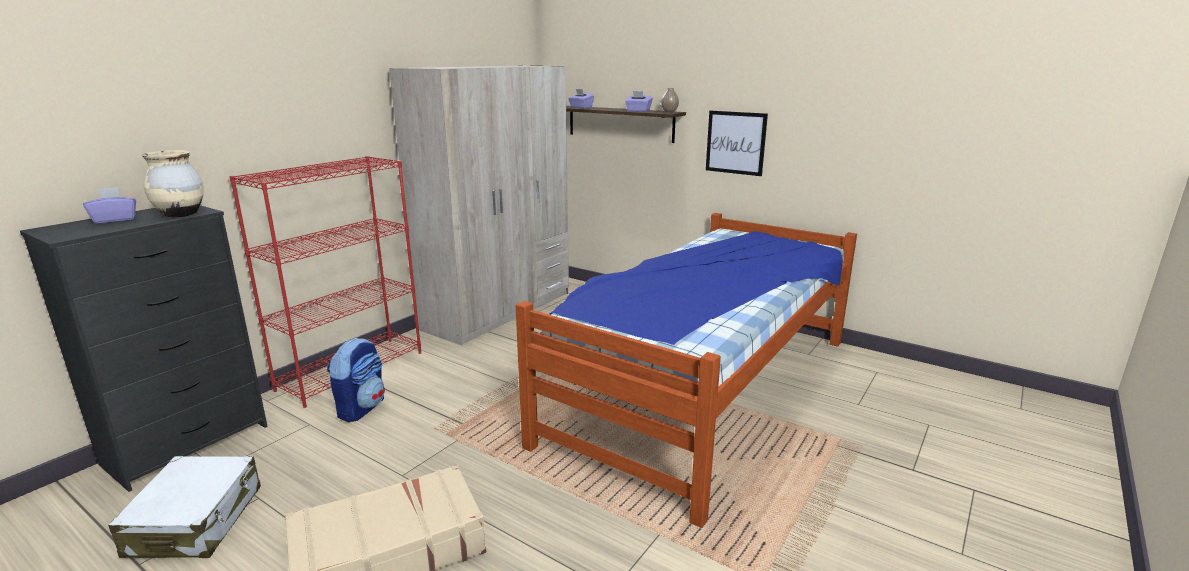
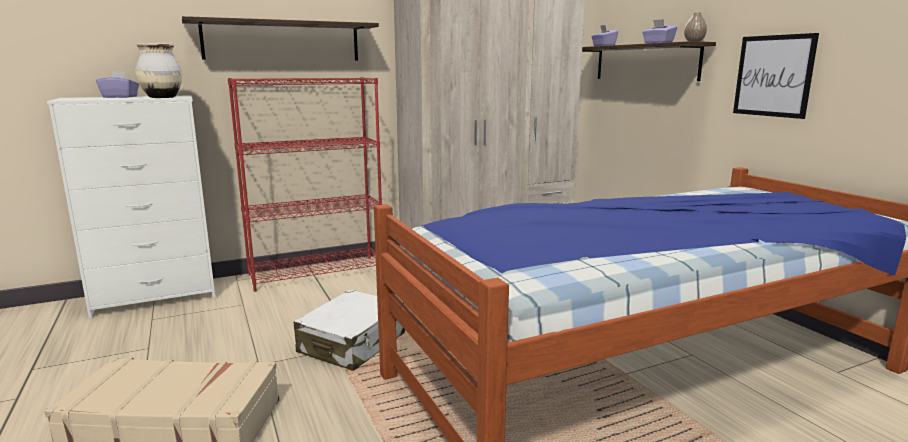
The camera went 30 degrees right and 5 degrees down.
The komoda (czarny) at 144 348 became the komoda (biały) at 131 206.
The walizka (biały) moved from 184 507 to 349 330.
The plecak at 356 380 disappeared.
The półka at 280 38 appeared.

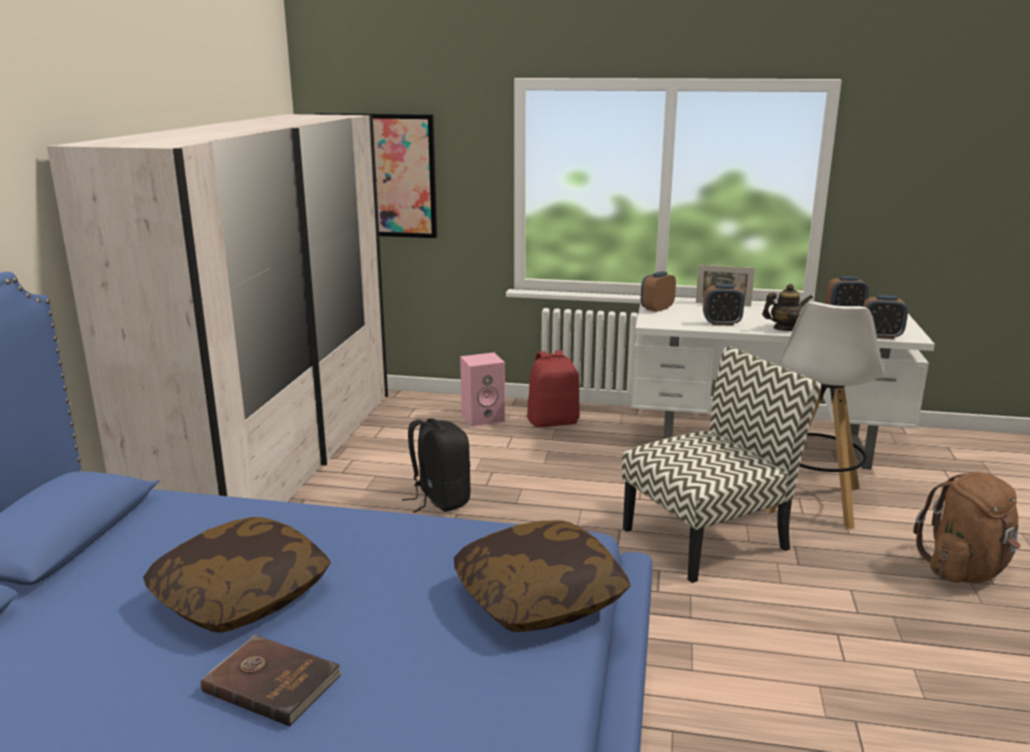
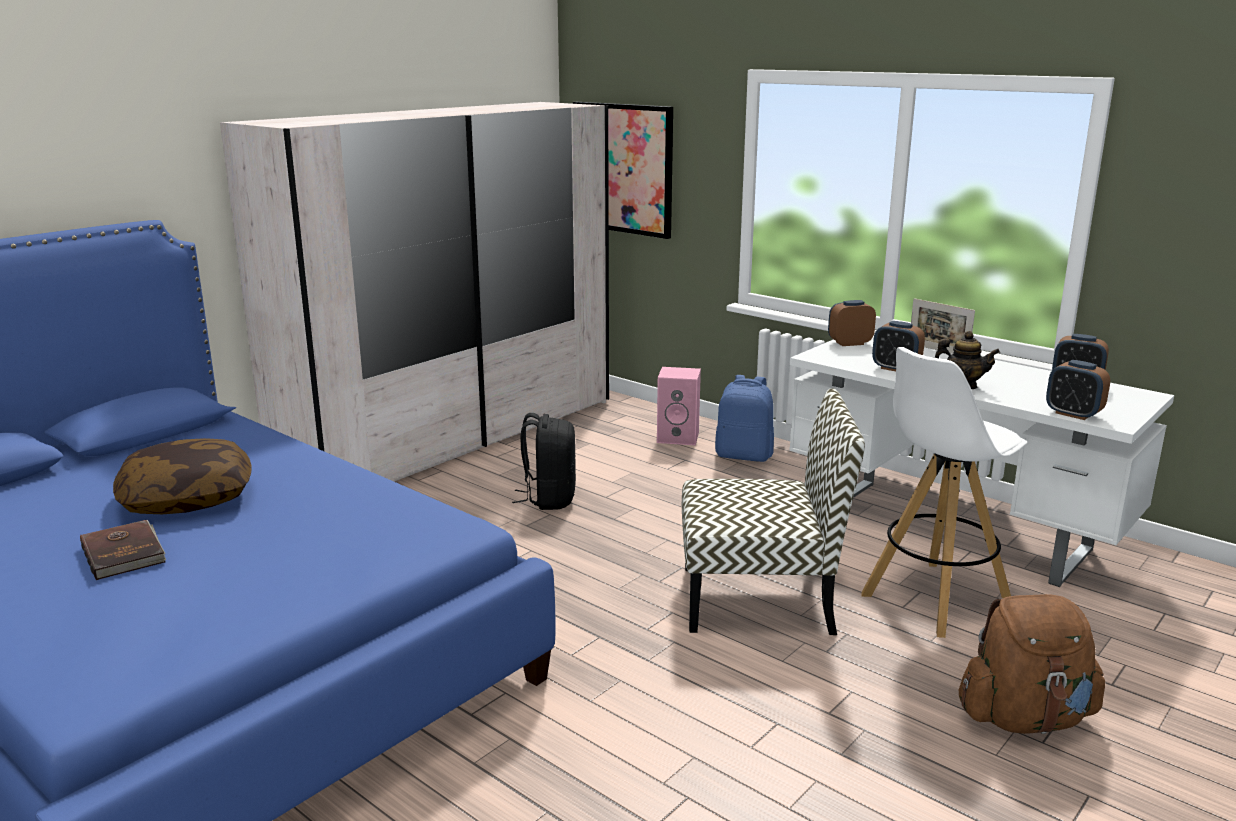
The camera went 30 degrees right and 0 degrees up.
The poduszka at 542 576 disappeared.
The plecak (czerwony) at 553 388 became the plecak (niebieski) at 744 418.

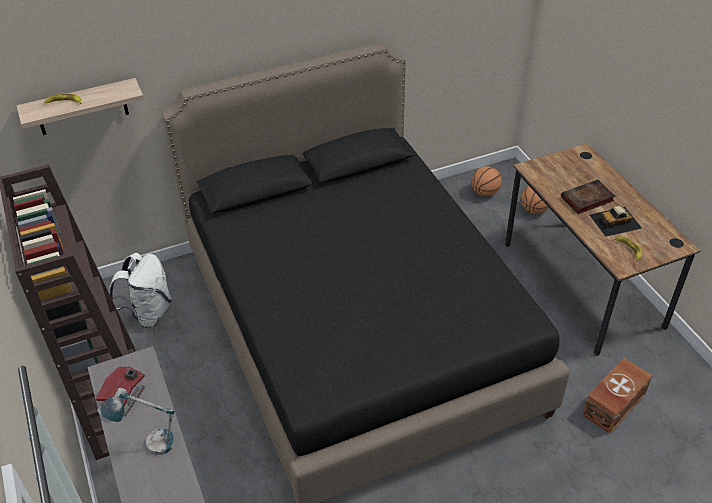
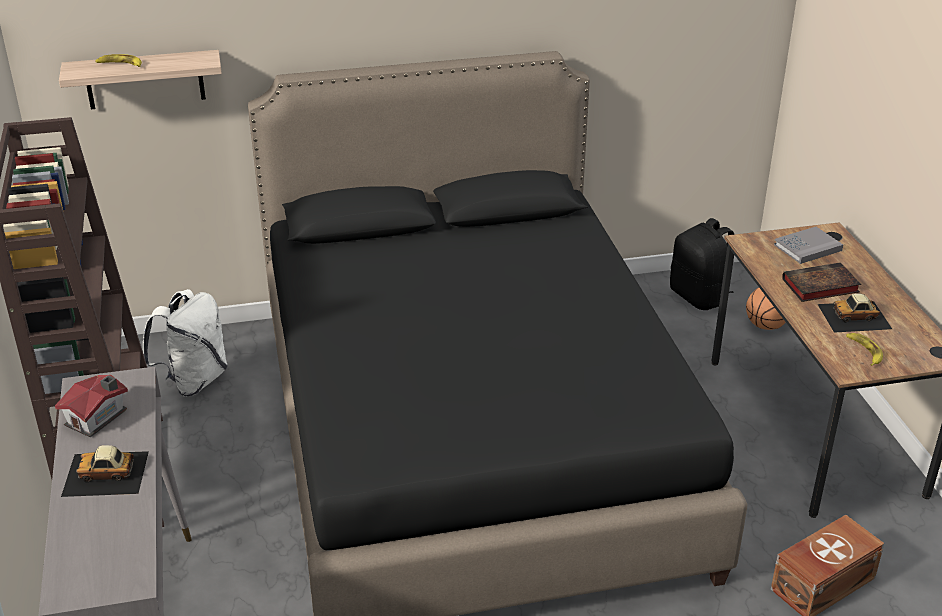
The camera went 10 degrees right and 10 degrees down.
The lampa stołowa at 136 421 was replaced by the samochodzik at 105 471.
The piłka do koszykówki at 486 181 was replaced by the plecak (czarny) at 702 264.
The książka (szary) at 808 245 appeared.

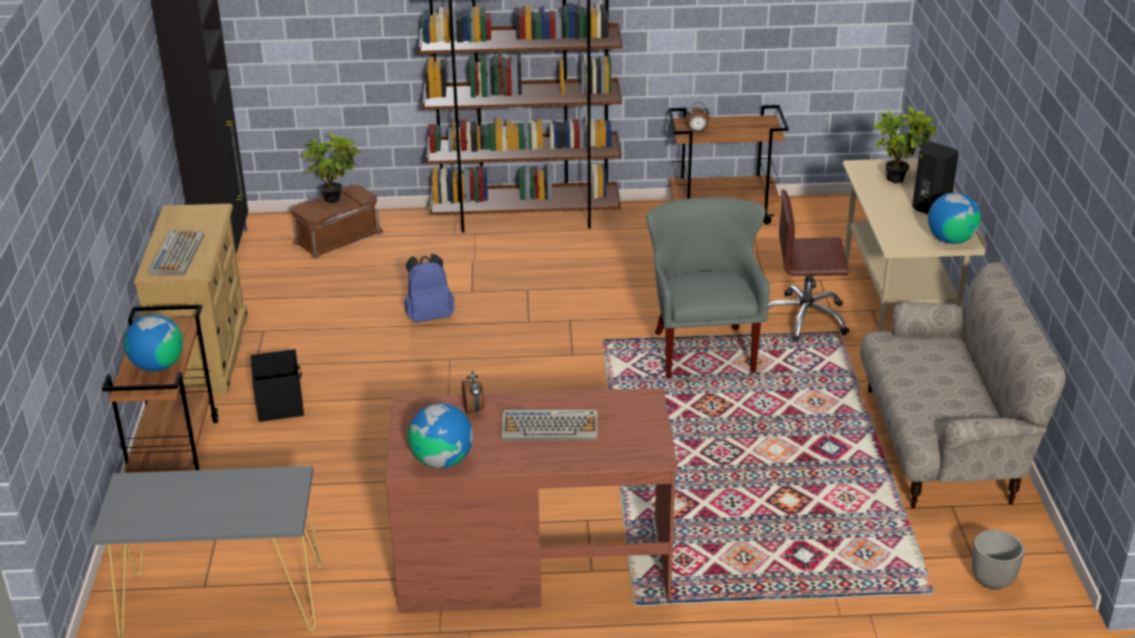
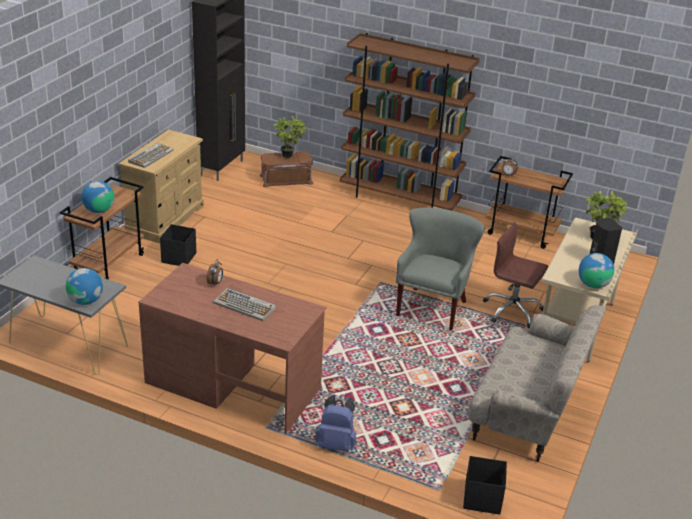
The camera went 25 degrees right and 0 degrees up.
The plecak (niebieski) moved from 430 287 to 336 423.
The globus moved from 440 435 to 84 286.
The donica at 998 560 was replaced by the pojemnik do przechowywania (czarny) at 485 485.

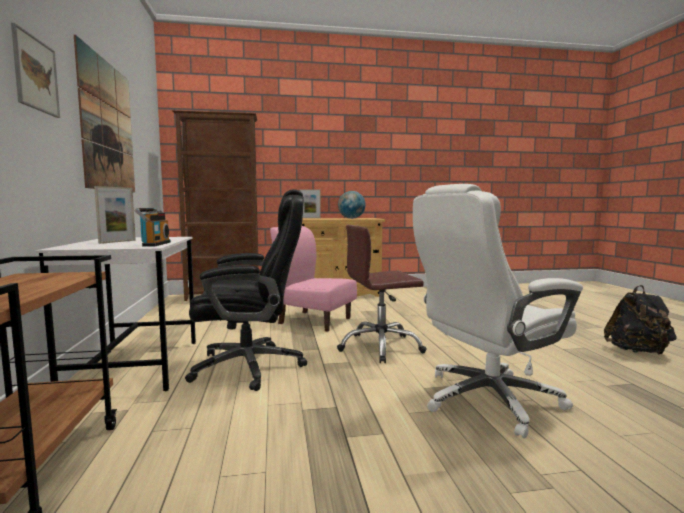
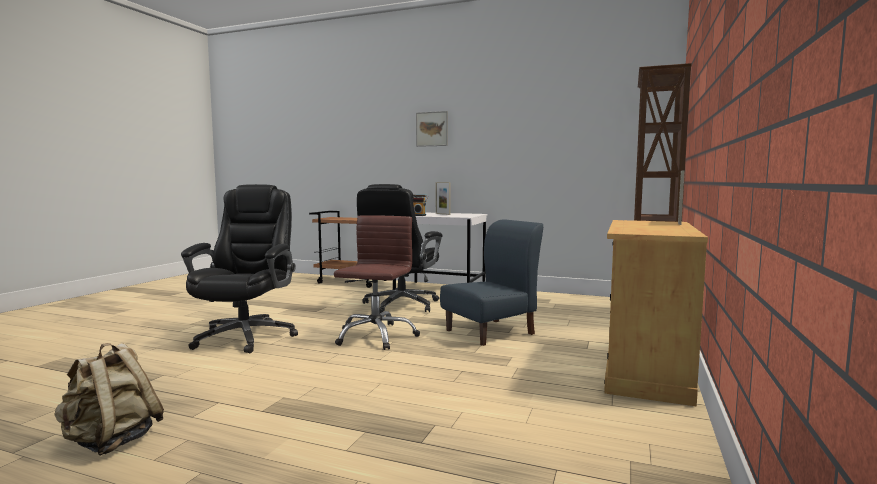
The camera went 120 degrees right and 0 degrees up.
The obraz at 104 114 disappeared.
The krzesło (różowy) at 313 279 became the krzesło (niebieski) at 491 282.
The globus at 352 205 disappeared.
The krzesło biurowe (biały) at 498 311 became the krzesło biurowe (czarny) at 239 268.
The plecak (czarny) at 640 319 became the plecak (beżowy) at 109 399.

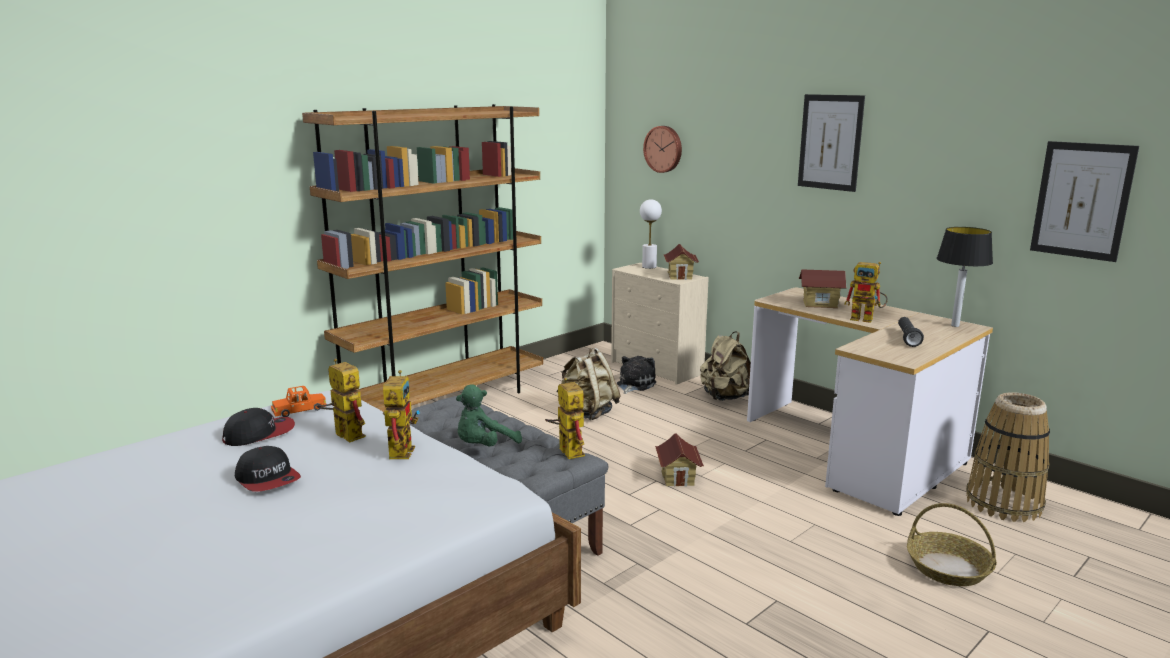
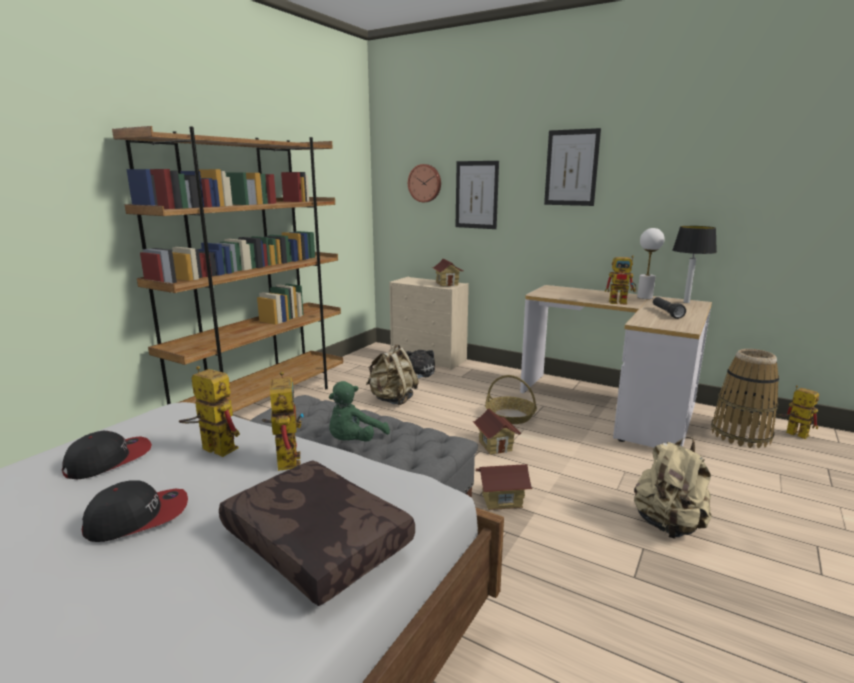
The camera went 15 degrees left and 0 degrees up.
The czapka z daszkiem at 268 469 turned 60 degrees counterclockwise.
The samochodzik (pomarańczowy) at 299 401 disappeared.
The robot zabawkowy moved from 565 418 to 798 412.
The lampa stołowa (biały) moved from 651 234 to 650 263.
The plecak (beżowy) moved from 725 366 to 673 488.
The domek moved from 823 288 to 504 487.
The koszyk moved from 952 544 to 511 399.
The obraz moved from 1084 201 to 477 195.
The poduszka (brązowy) at 317 533 appeared.

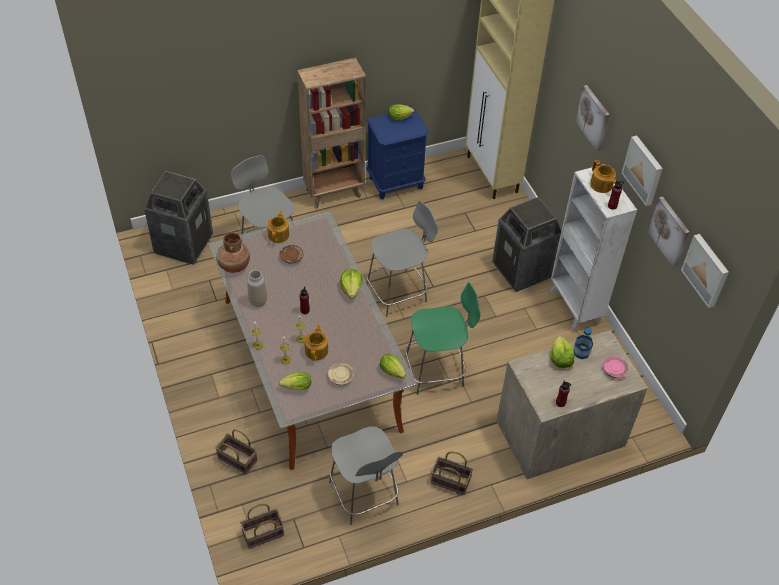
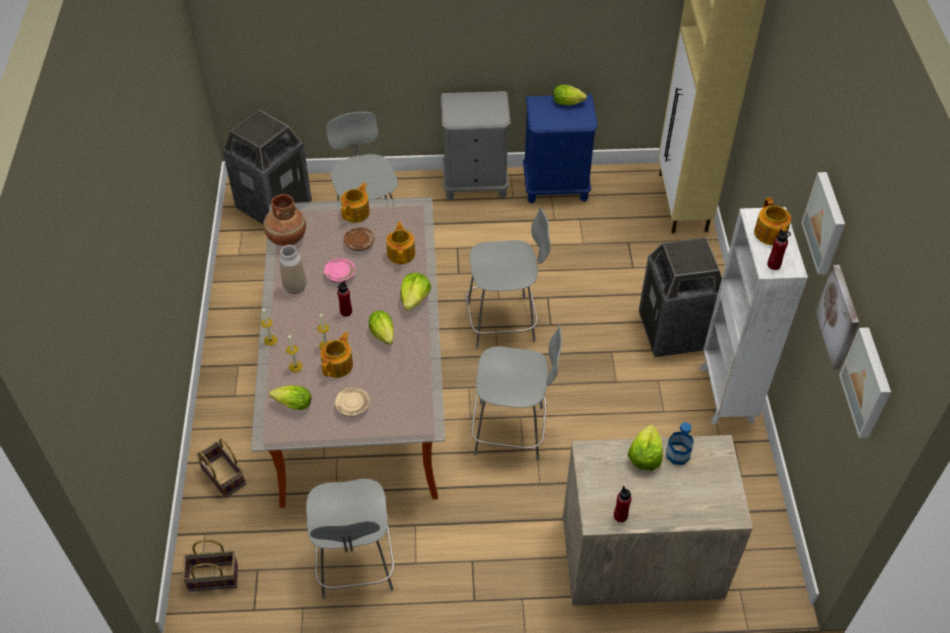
The camera went 20 degrees right and 0 degrees up.
The regał (brązowy) at 331 133 was replaced by the szafka nocna (szary) at 476 145.
The sałata moved from 393 366 to 381 327.
The krzesło (zielony) at 442 338 became the krzesło (szary) at 516 392.
The koszyk at 452 473 disappeared.
The obraz at 593 118 disappeared.
The talerz (różowy) moved from 616 367 to 340 270.
The imbryk at 400 242 appeared.

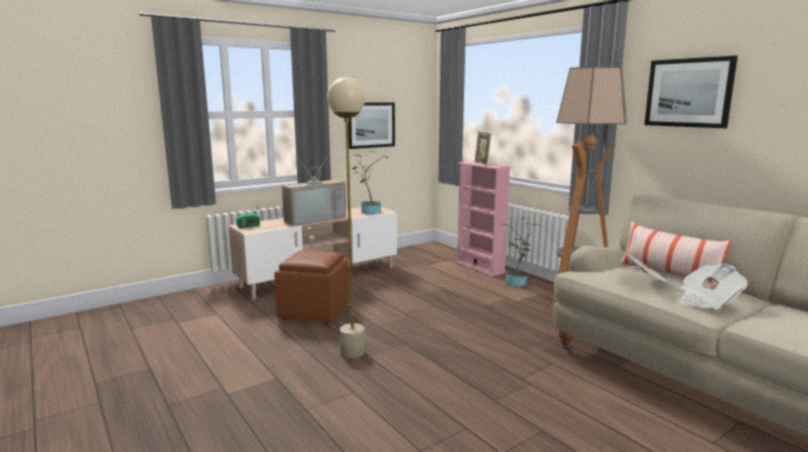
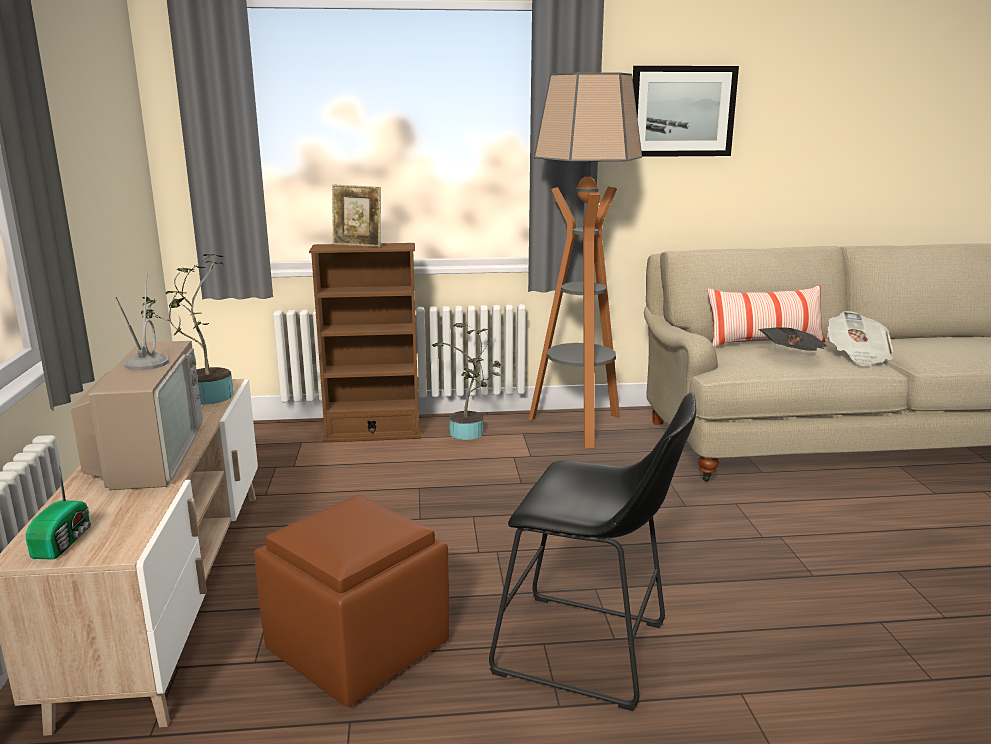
The camera went 60 degrees left and 5 degrees up.
The lampa stojąca (beżowy) at 346 217 was replaced by the stołek (czarny) at 592 551.
The obraz at 371 125 disappeared.
The regał (różowy) at 483 219 became the regał (brązowy) at 365 342.

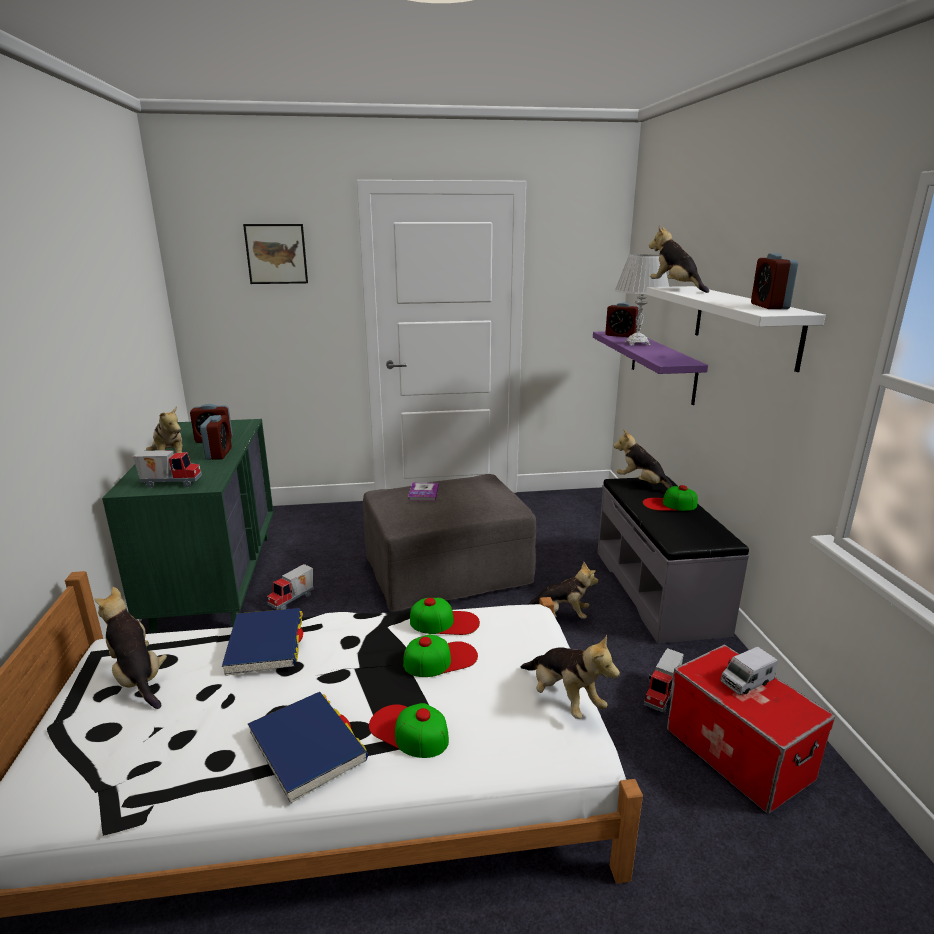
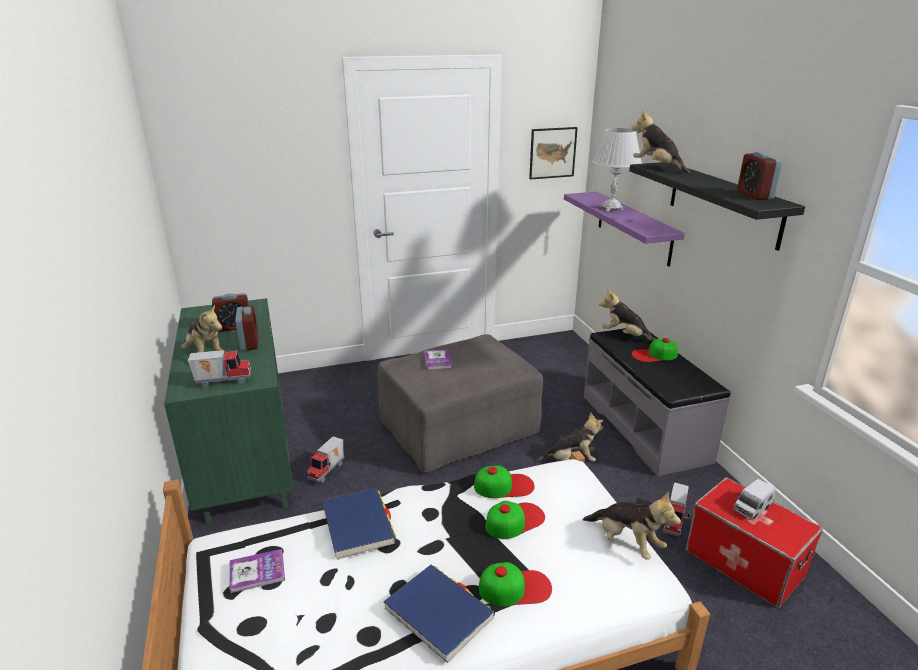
The camera went 10 degrees left and 5 degrees up.
The pluszak at 130 648 was replaced by the książka at 257 571.
The obraz moved from 275 254 to 553 153.
The czapka z daszkiem at 409 730 turned 150 degrees clockwise.
The budzik at 622 320 disappeared.
The półka (biały) at 736 329 became the półka (czarny) at 717 206.

